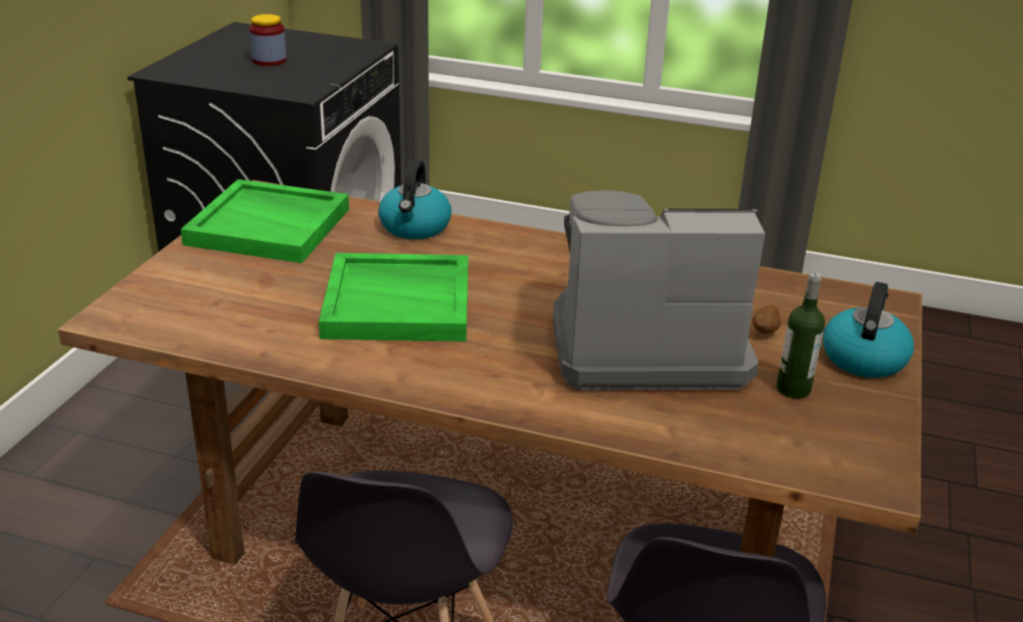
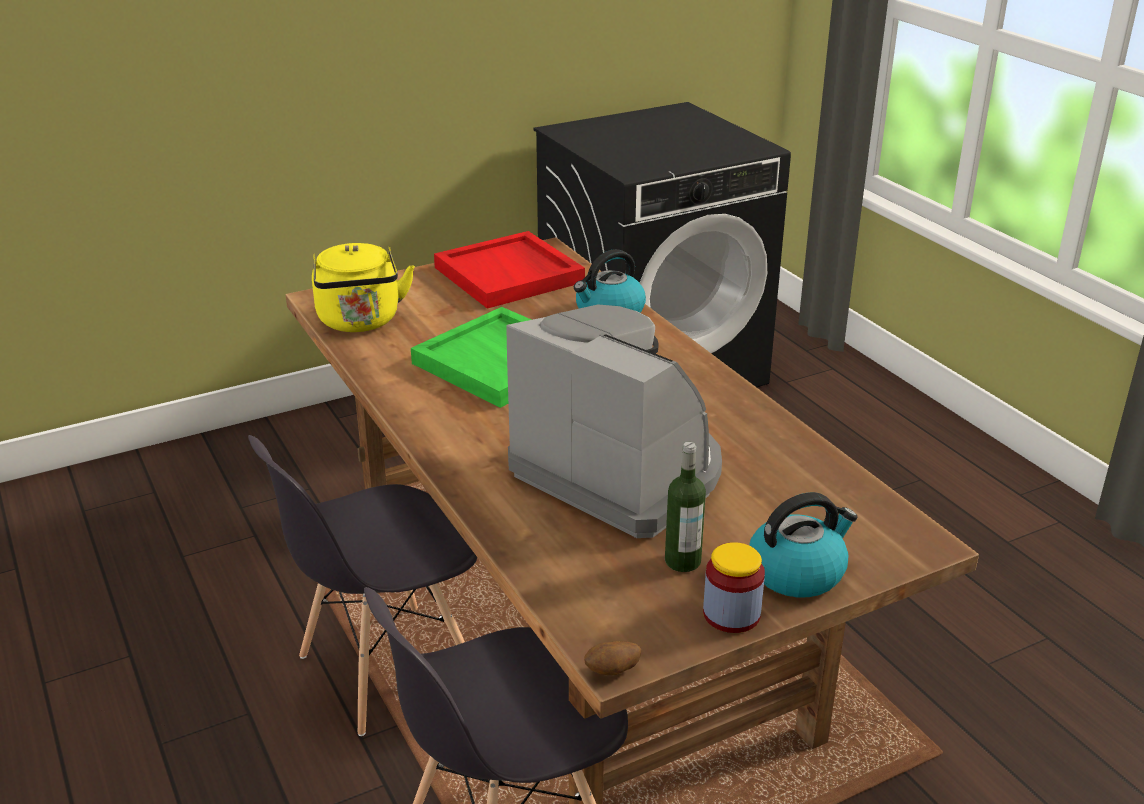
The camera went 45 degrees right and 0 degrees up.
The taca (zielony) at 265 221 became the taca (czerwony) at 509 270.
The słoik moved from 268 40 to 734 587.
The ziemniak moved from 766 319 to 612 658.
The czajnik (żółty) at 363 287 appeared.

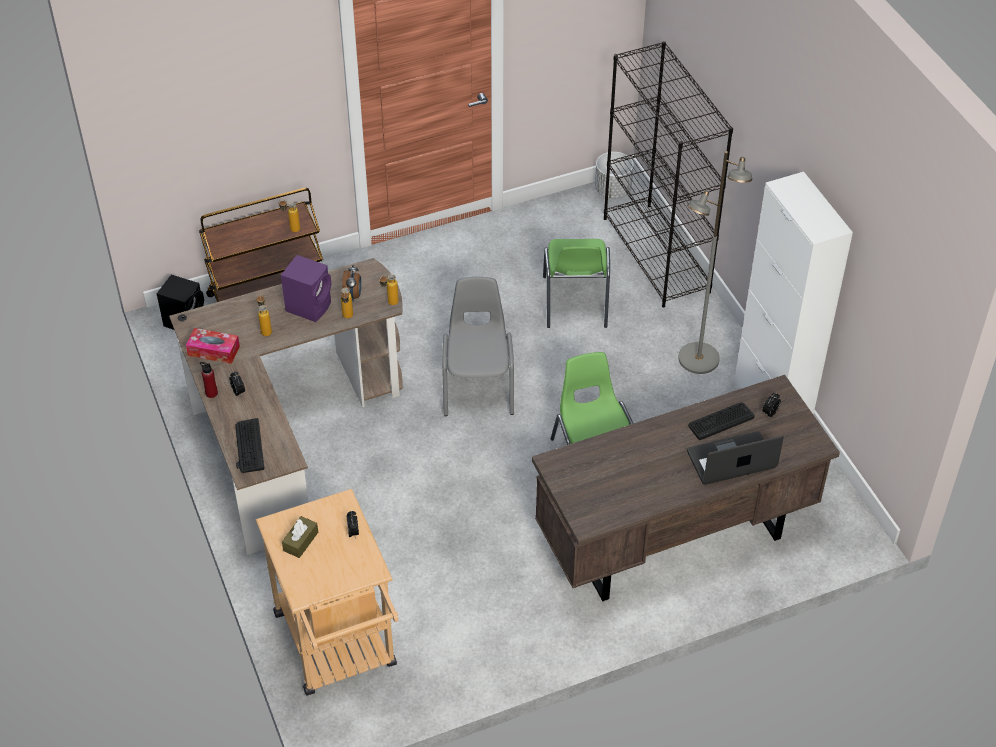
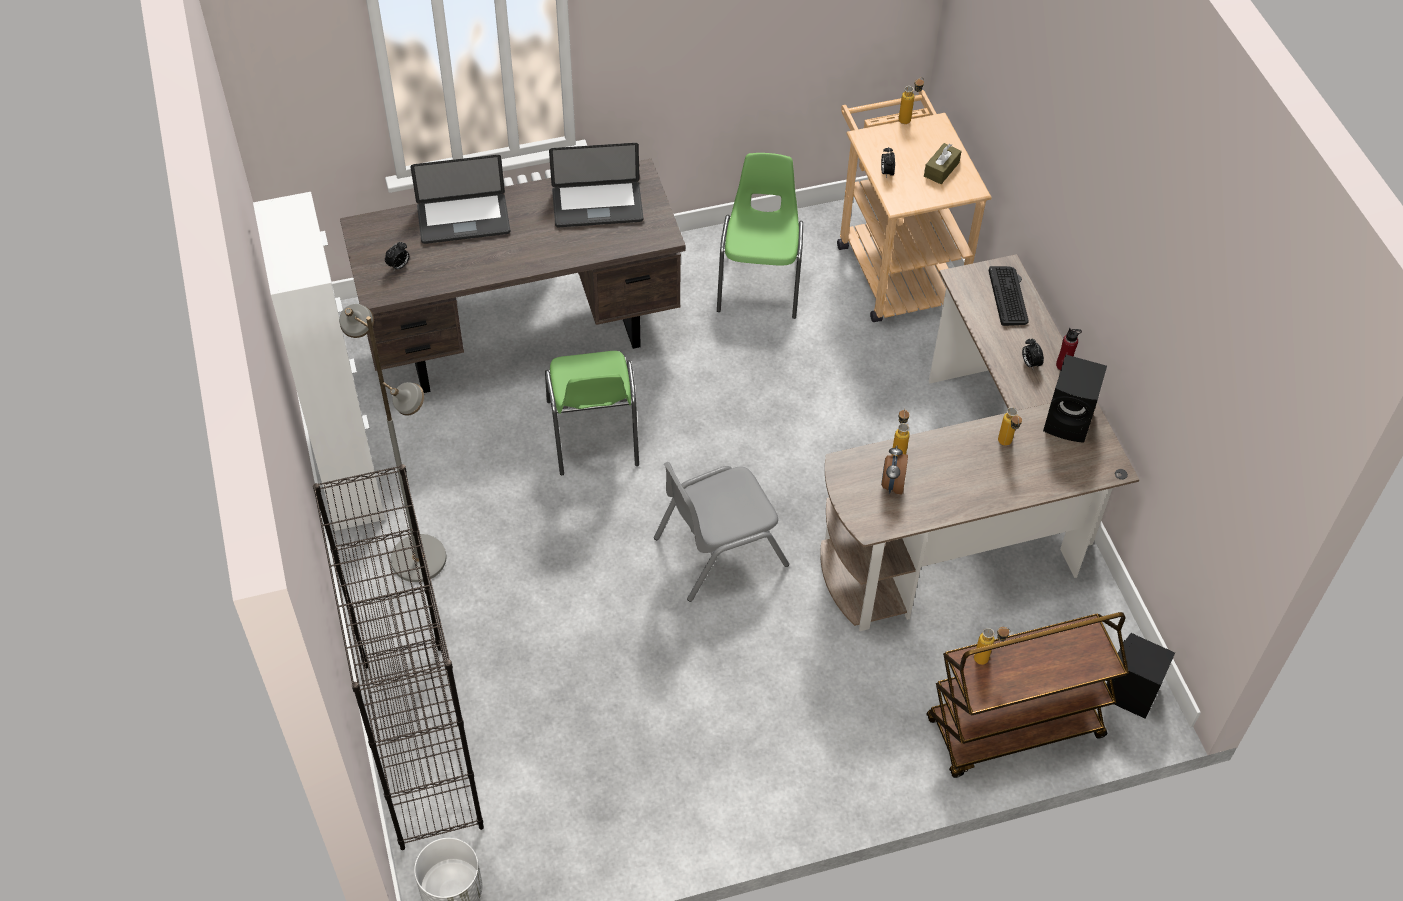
The camera went 175 degrees left and 5 degrees up.
The pudełko chusteczek at 213 346 was replaced by the głośnik (czarny) at 1075 399.
The głośnik (fioletowy) at 306 288 disappeared.
The butelka moved from 389 289 to 911 100.
The krzesło (szary) at 478 346 turned 60 degrees clockwise.
The krzesło (zielony) moved from 576 283 to 760 236.
The klawiatura at 721 421 disappeared.
The laptop at 596 185 appeared.

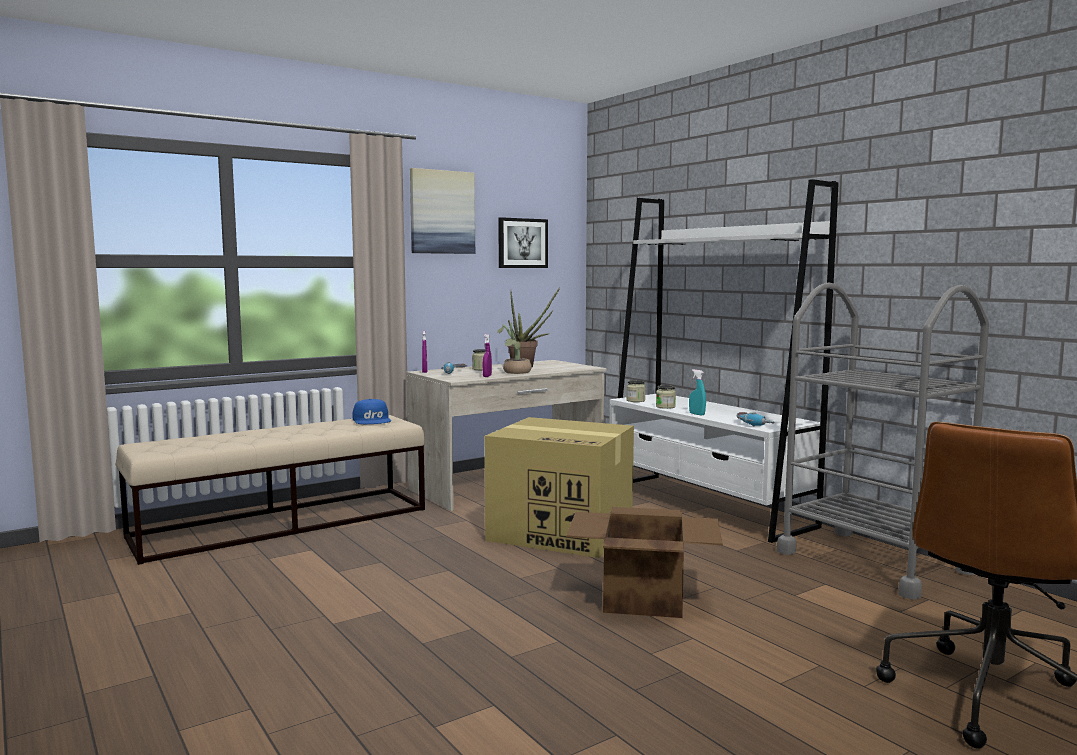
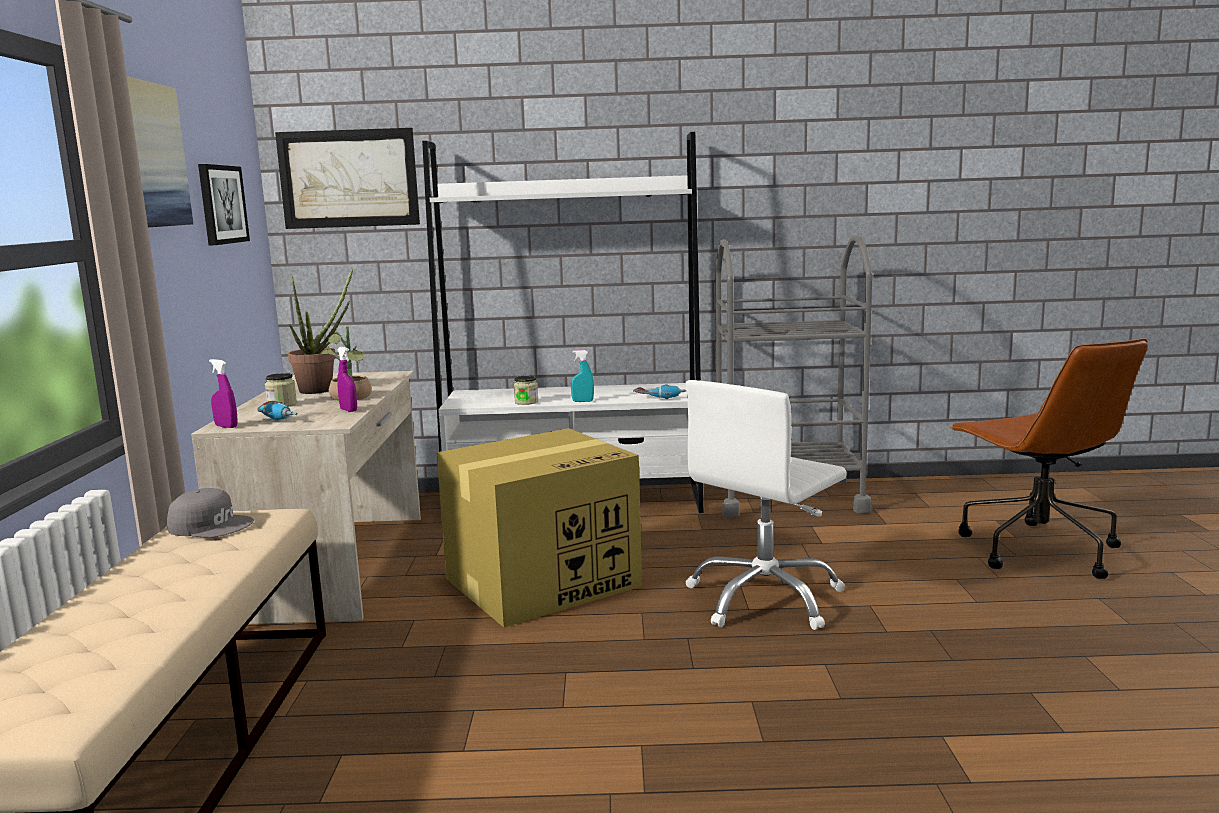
The camera went 55 degrees left and 5 degrees up.
The czapka z daszkiem (niebieski) at 372 411 became the czapka z daszkiem (szary) at 210 512.
The karton at 645 562 was replaced by the krzesło biurowe (biały) at 766 505.
The słoik at 636 391 disappeared.
The obraz at 347 178 appeared.

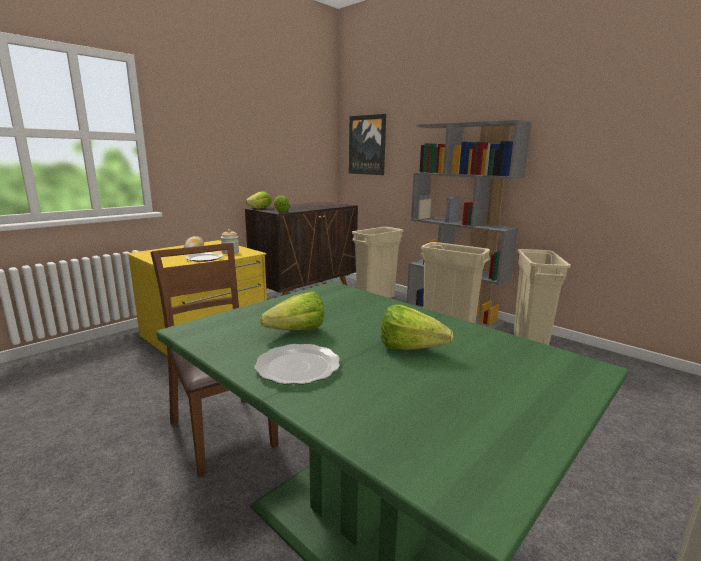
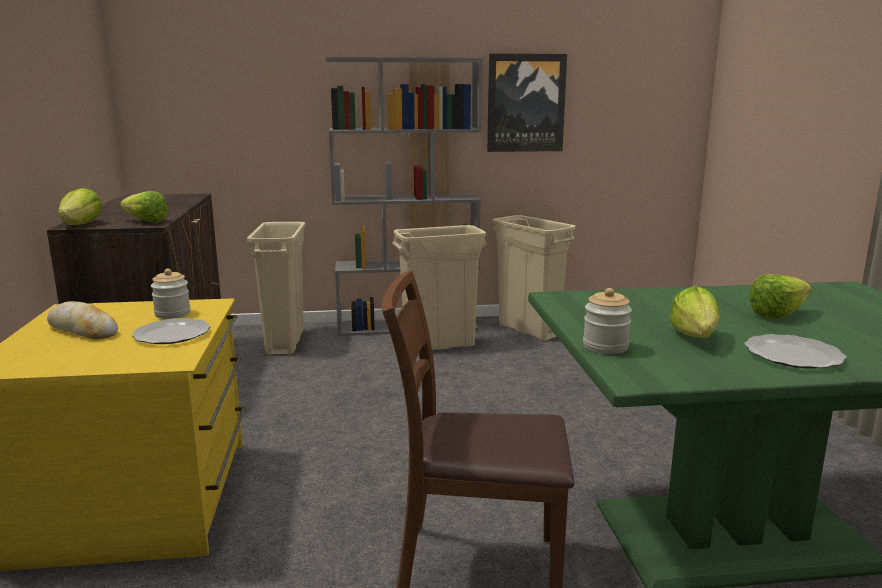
The camera went 50 degrees left and 0 degrees up.
The obraz moved from 367 144 to 527 103.
The słoik at 607 321 appeared.

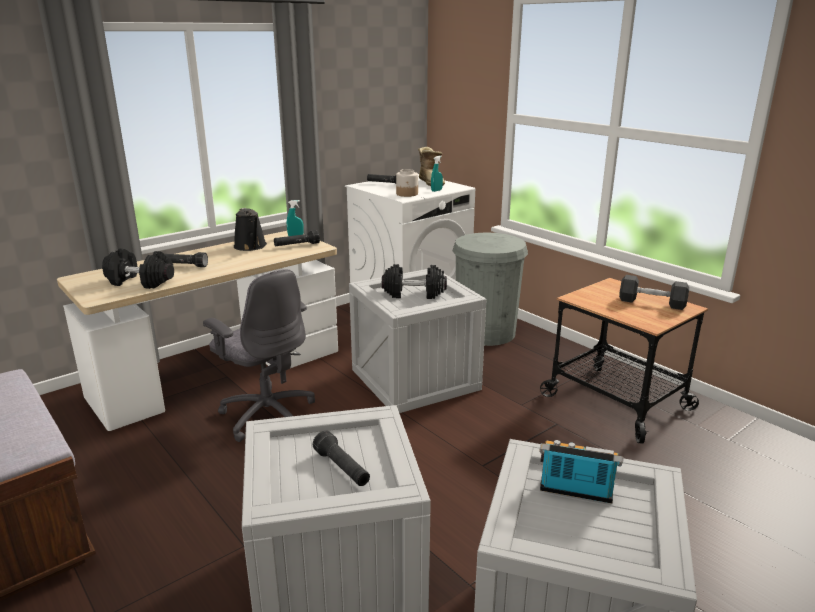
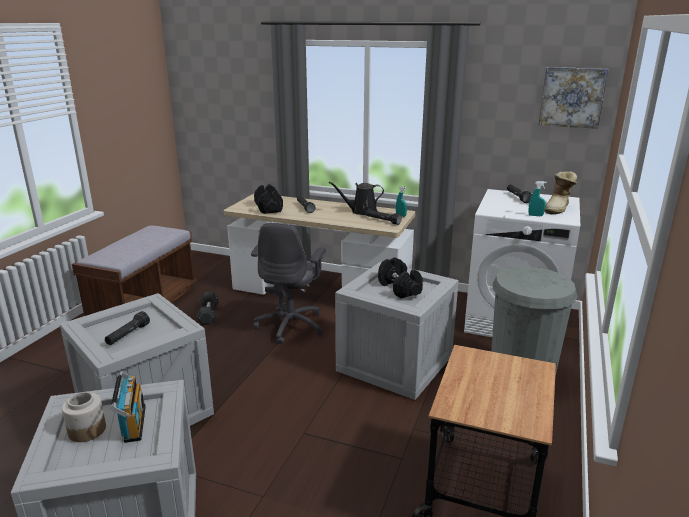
The camera went 60 degrees right and 0 degrees up.
The konewka (czarny) at 250 229 turned 45 degrees clockwise.
The słoik moved from 407 183 to 84 417.
The hantel (szary) moved from 654 292 to 207 308.
The obraz at 573 98 appeared.

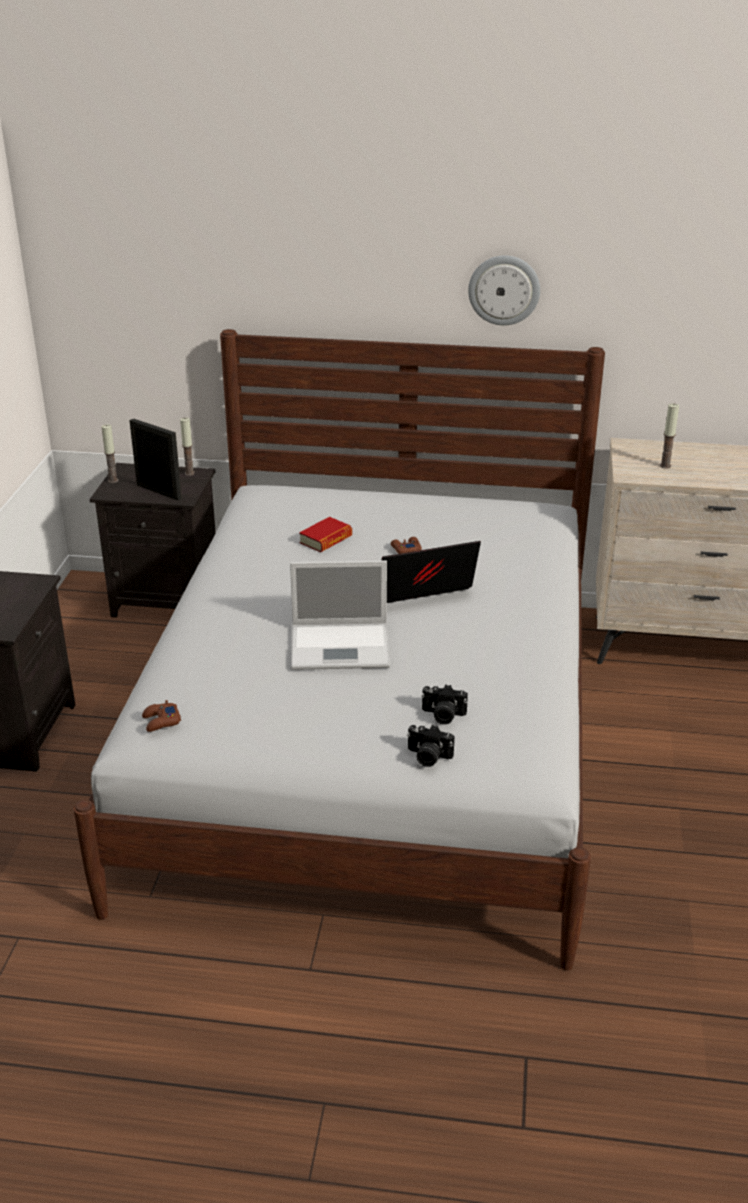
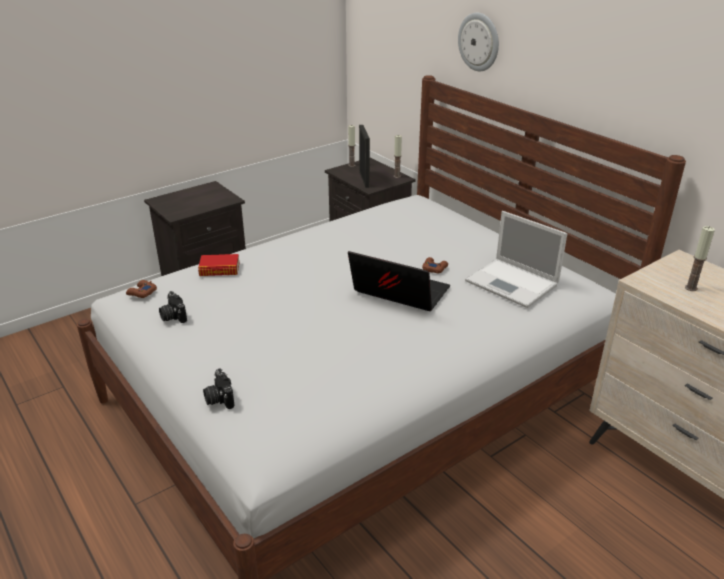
The camera went 45 degrees right and 0 degrees up.
The laptop moved from 340 615 to 516 259.
The książka moved from 325 534 to 218 265.
The aparat fotograficzny moved from 444 704 to 173 307.
The zegar ścienny moved from 504 290 to 478 42.

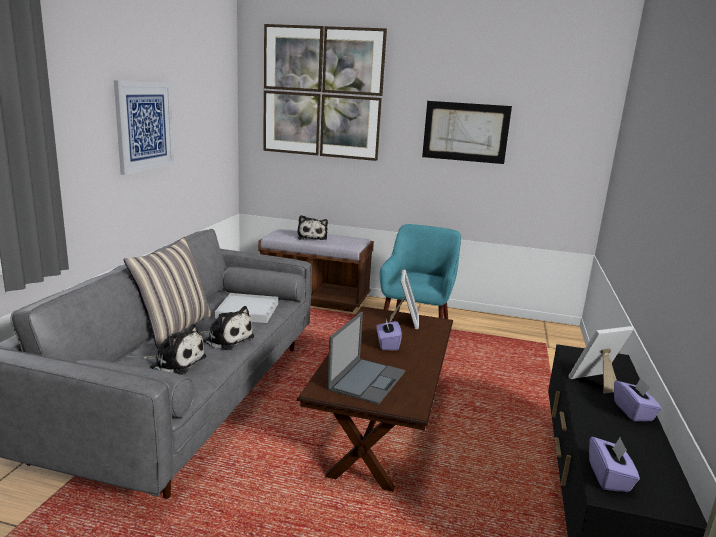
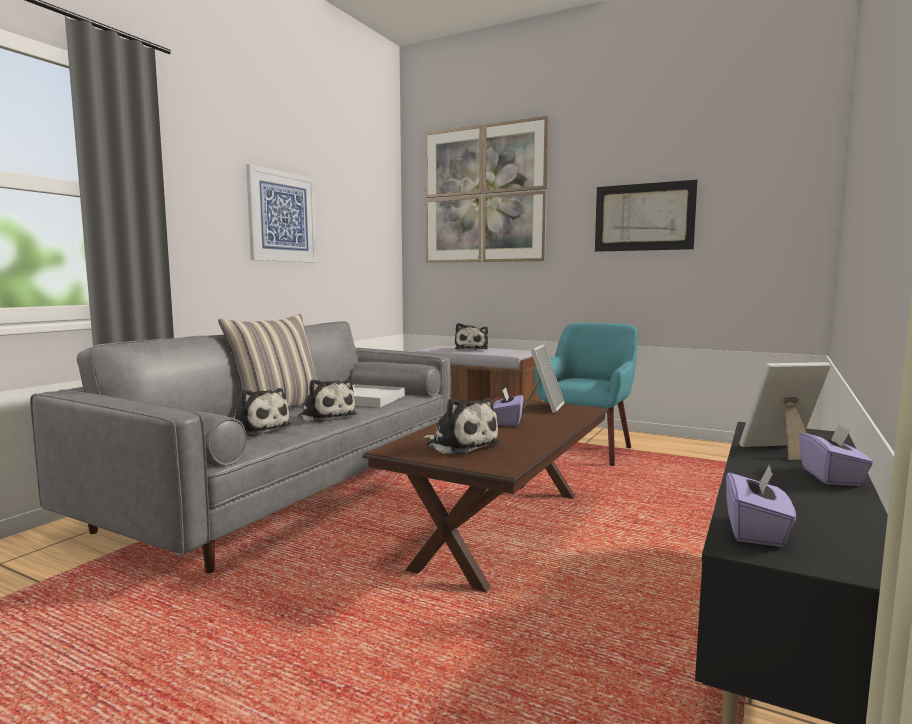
The camera went 15 degrees right and 10 degrees down.
The laptop at 366 358 was replaced by the pluszak at 462 426.

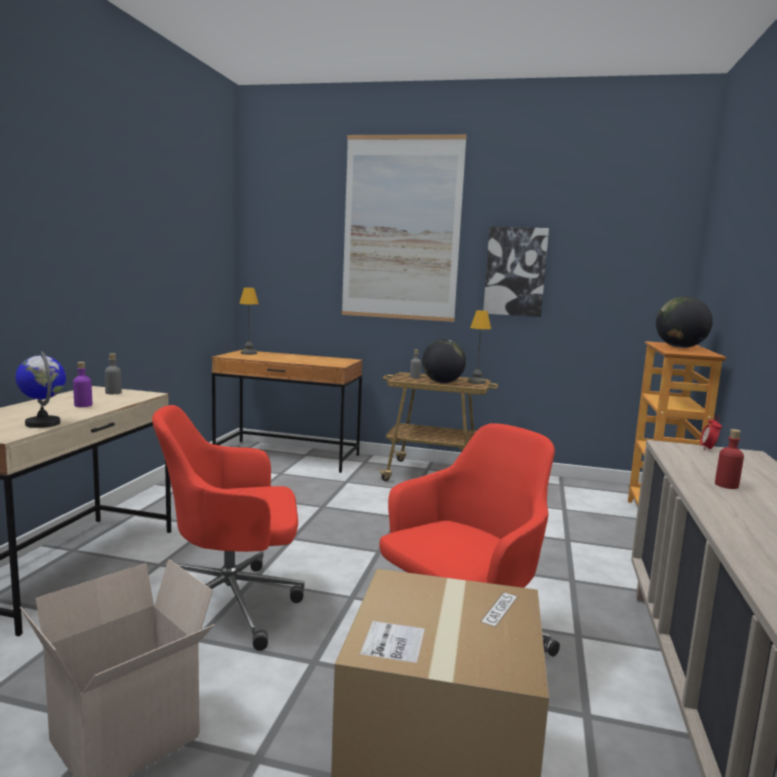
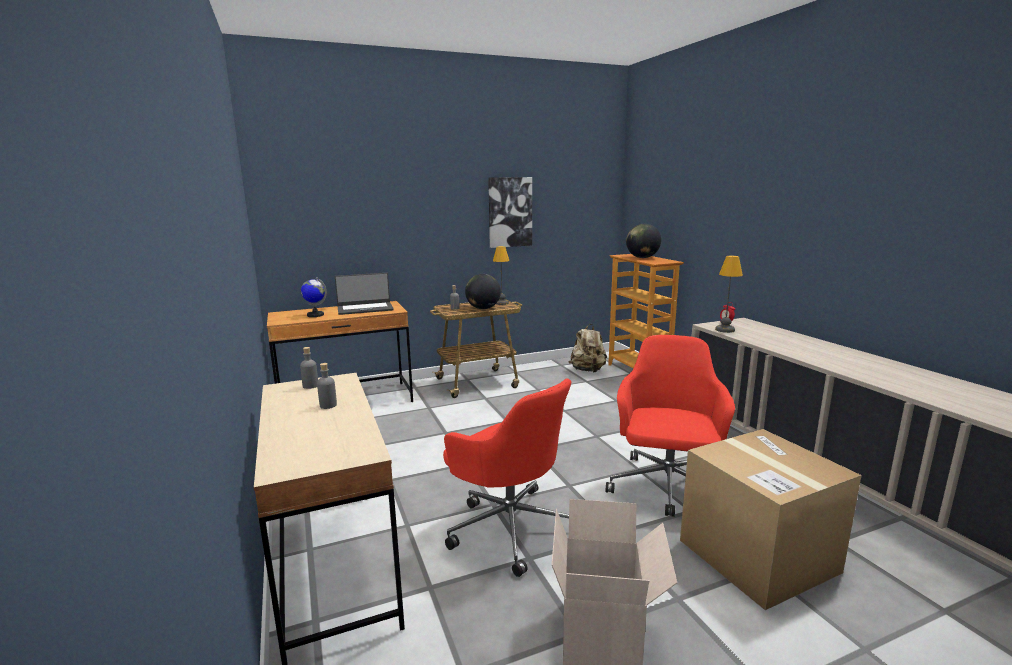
The camera went 35 degrees left and 5 degrees up.
The globus moved from 41 389 to 314 297.
The butelka (fioletowy) at 82 384 became the butelka (szary) at 327 386.
The krzesło biurowe (czerwony) at 228 528 turned 90 degrees counterclockwise.
The lampa stołowa moved from 249 321 to 729 294.
The obraz at 404 228 disappeared.
The butelka (czerwony) at 729 459 disappeared.
The laptop at 364 294 appeared.
The plecak (beżowy) at 587 348 appeared.

